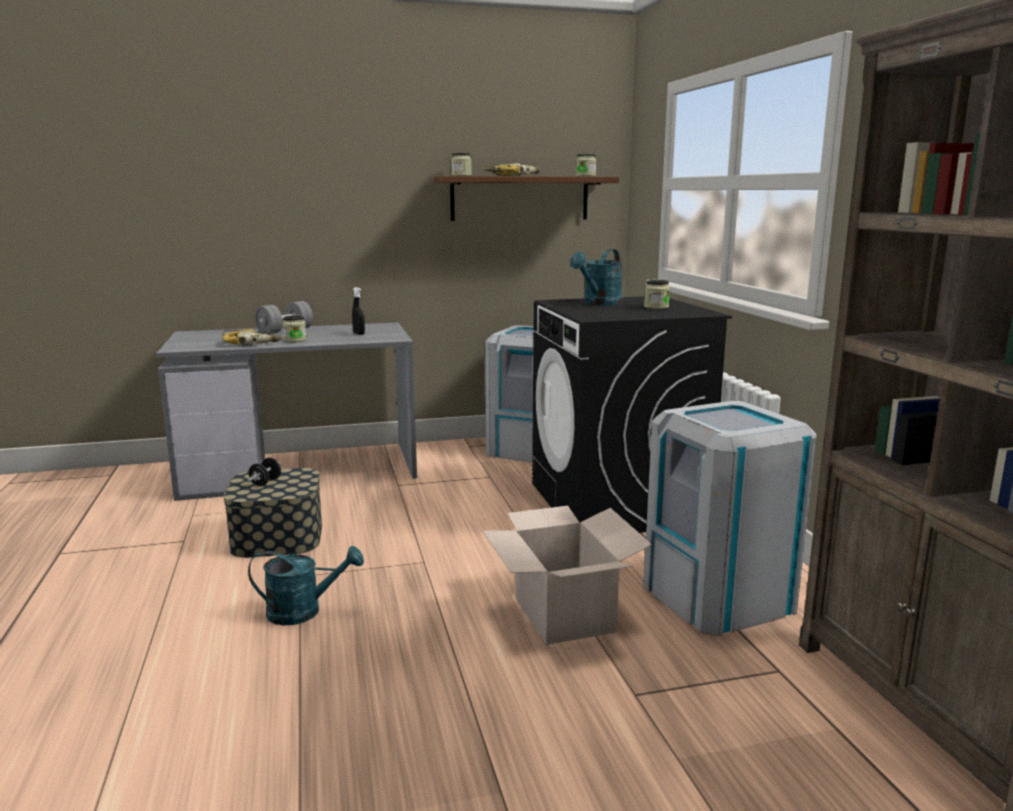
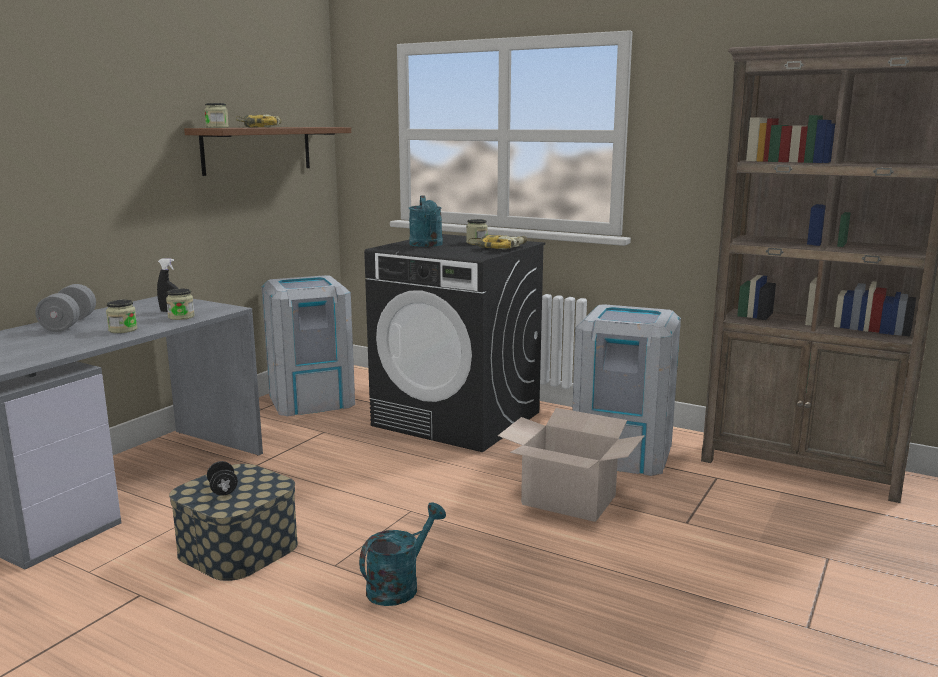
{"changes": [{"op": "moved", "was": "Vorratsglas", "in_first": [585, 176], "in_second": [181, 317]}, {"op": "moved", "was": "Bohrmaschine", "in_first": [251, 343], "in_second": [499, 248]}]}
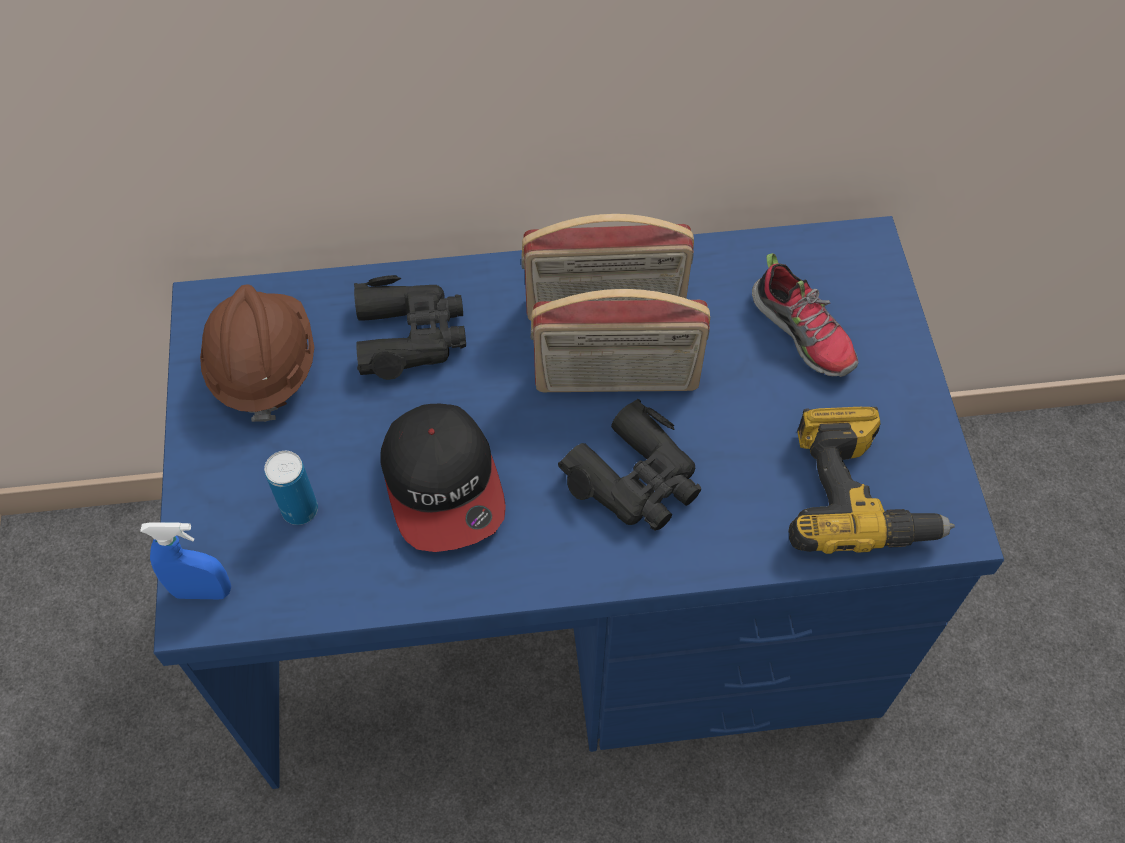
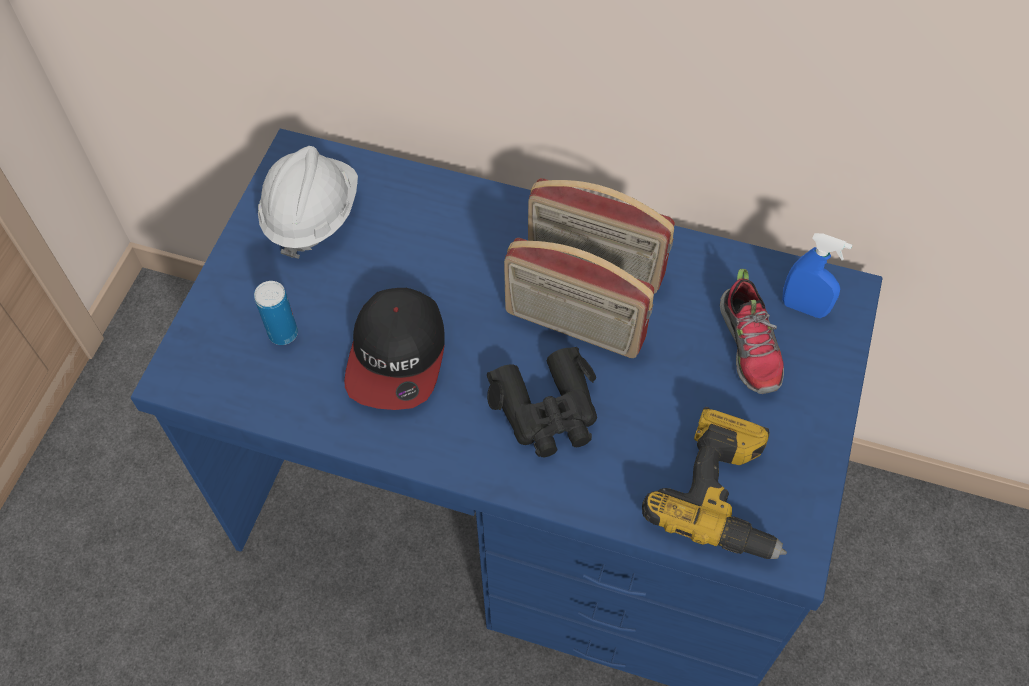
{"changes": [{"op": "removed", "was": "Fernglas [schwarz]", "in_first": [410, 335]}, {"op": "recoloured", "was": "Schutzhelm [braun]", "now": "Schutzhelm [weiß]", "in_first": [263, 366], "in_second": [311, 215]}, {"op": "moved", "was": "Sprühflasche [blau]", "in_first": [202, 591], "in_second": [804, 308]}]}
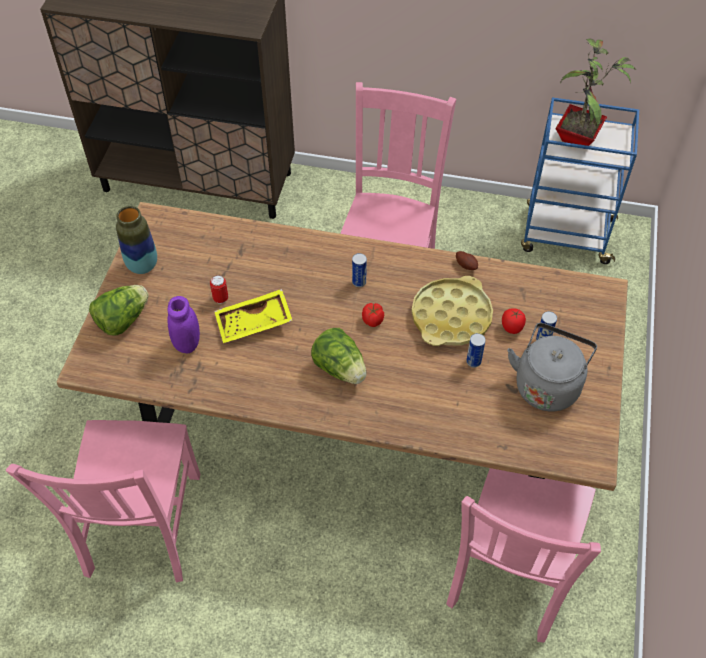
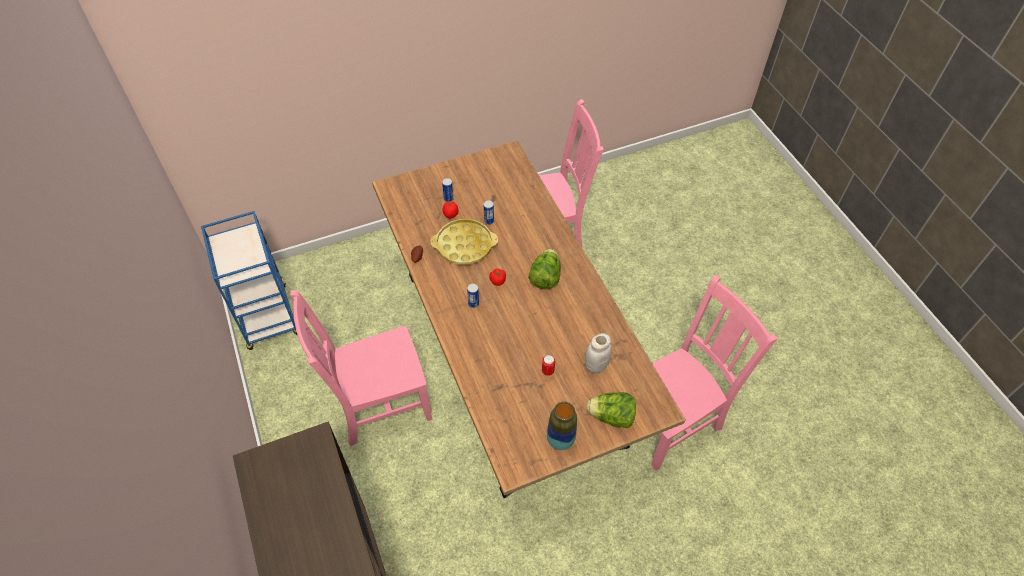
{"changes": [{"op": "removed", "was": "Topfpflanze", "in_first": [579, 139]}, {"op": "removed", "was": "Tablett [gelb]", "in_first": [254, 323]}, {"op": "recoloured", "was": "Vorratsglas [lila]", "now": "Vorratsglas [weiß]", "in_first": [187, 343], "in_second": [596, 365]}, {"op": "removed", "was": "Wasserkessel [grau]", "in_first": [547, 384]}]}
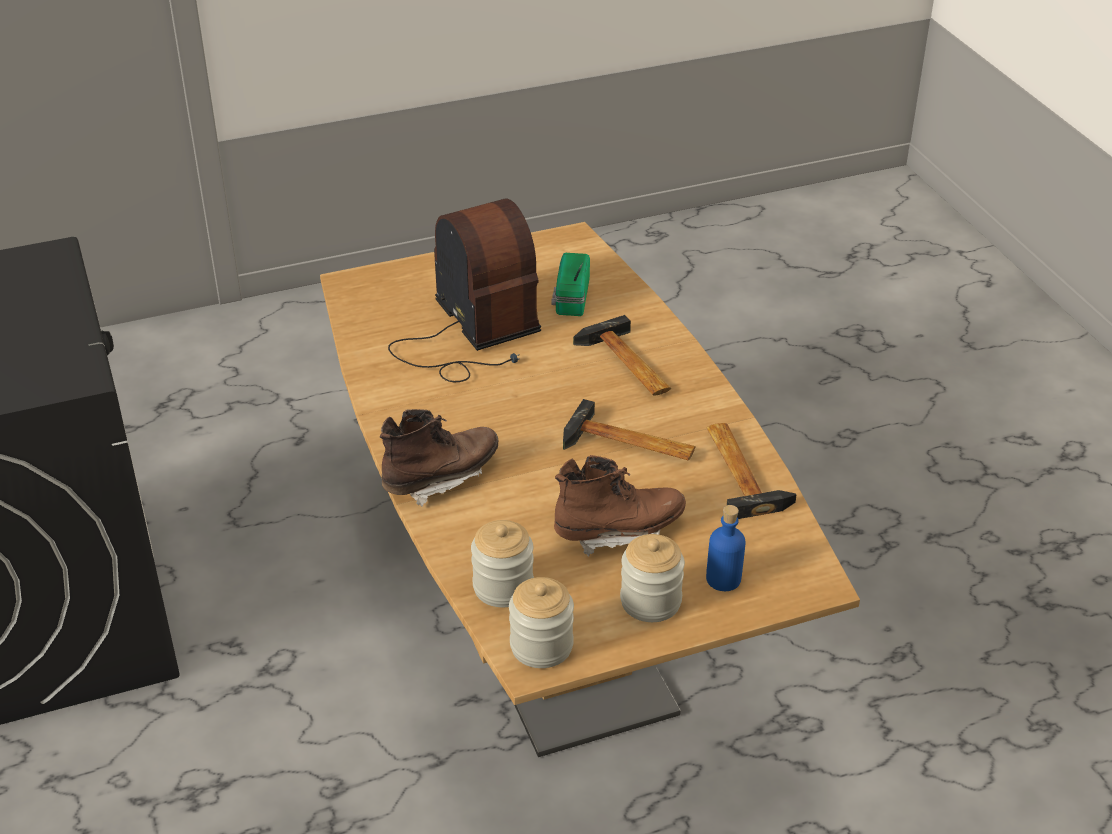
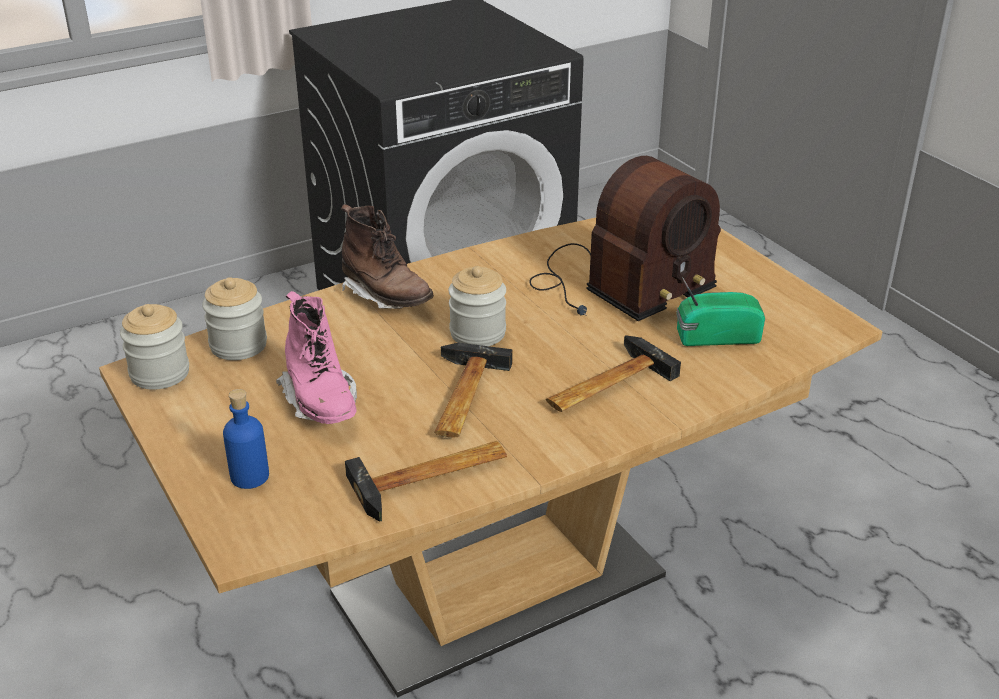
{"changes": [{"op": "recoloured", "was": "Stiefel [braun]", "now": "Stiefel [rosa]", "in_first": [618, 531], "in_second": [321, 402]}, {"op": "moved", "was": "Vorratsglas", "in_first": [650, 601], "in_second": [477, 333]}]}
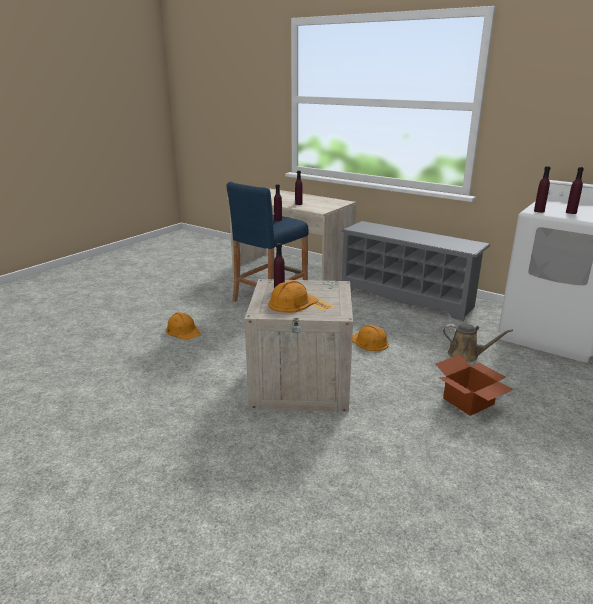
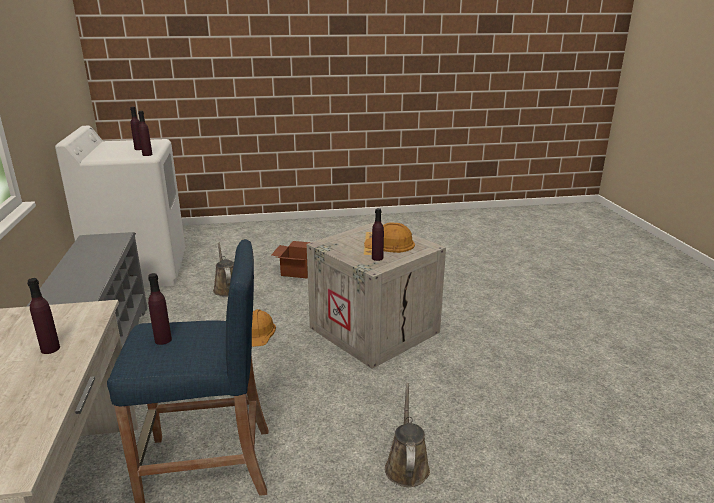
{"changes": [{"op": "replaced", "was": "Schutzhelm [orange]", "now": "Gießkanne [braun]", "in_first": [183, 330], "in_second": [406, 465]}]}
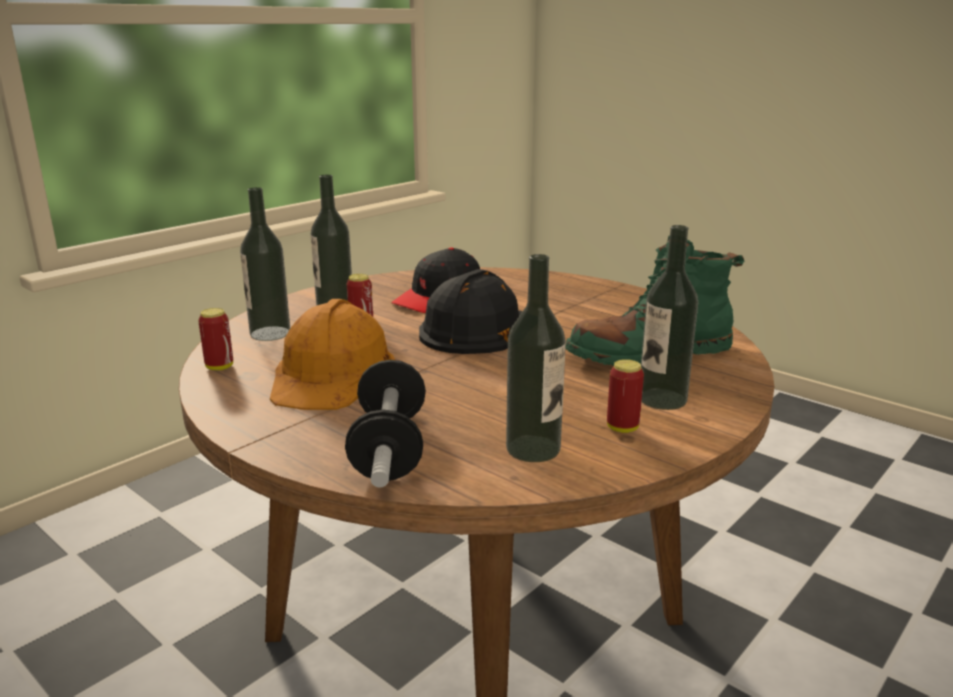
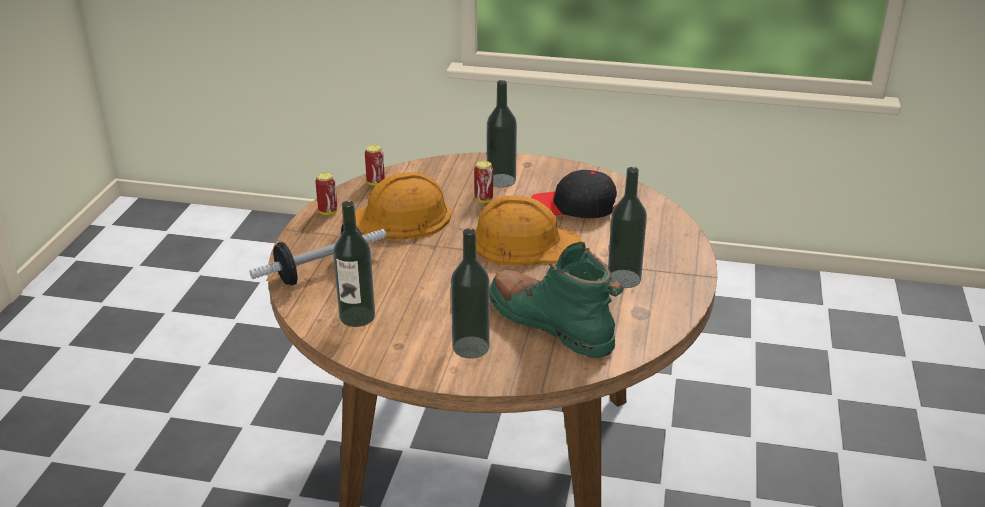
{"changes": [{"op": "moved", "was": "Flasche", "in_first": [270, 333], "in_second": [624, 279]}, {"op": "recoloured", "was": "Schutzhelm [schwarz]", "now": "Schutzhelm [orange]", "in_first": [478, 329], "in_second": [524, 243]}, {"op": "moved", "was": "Dose", "in_first": [622, 428], "in_second": [328, 212]}]}
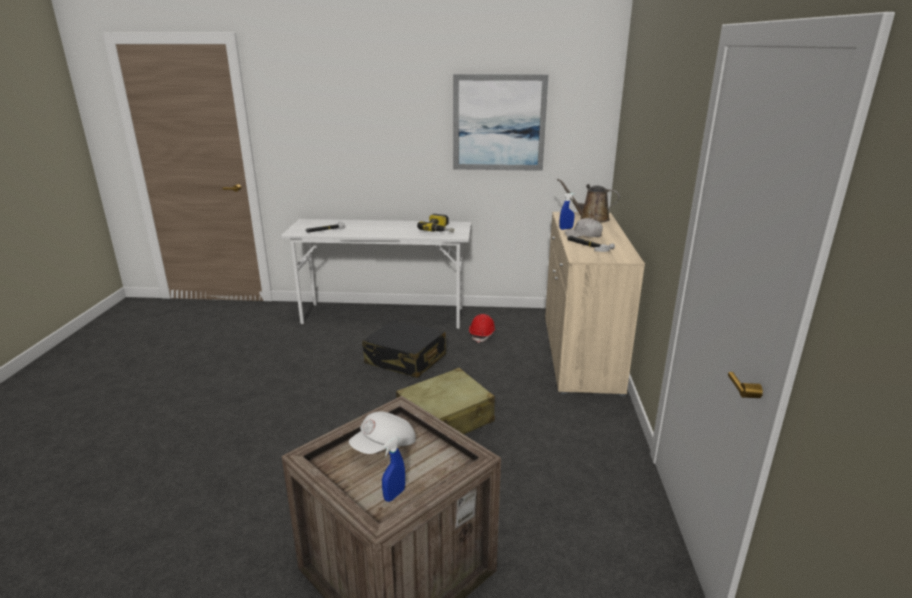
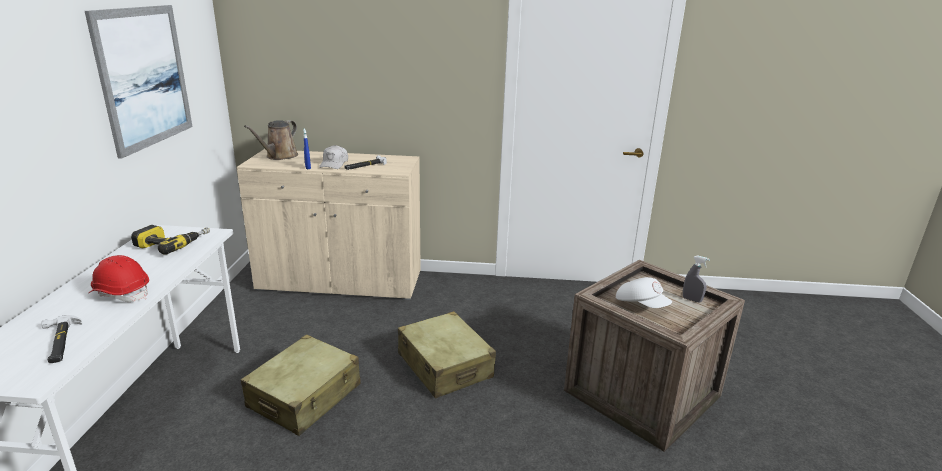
{"changes": [{"op": "moved", "was": "Schutzhelm [rot]", "in_first": [483, 335], "in_second": [121, 293]}, {"op": "recoloured", "was": "Koffer [schwarz]", "now": "Koffer [beige]", "in_first": [405, 359], "in_second": [305, 396]}, {"op": "recoloured", "was": "Sprühflasche [blau]", "now": "Sprühflasche [grau]", "in_first": [394, 495], "in_second": [692, 300]}]}
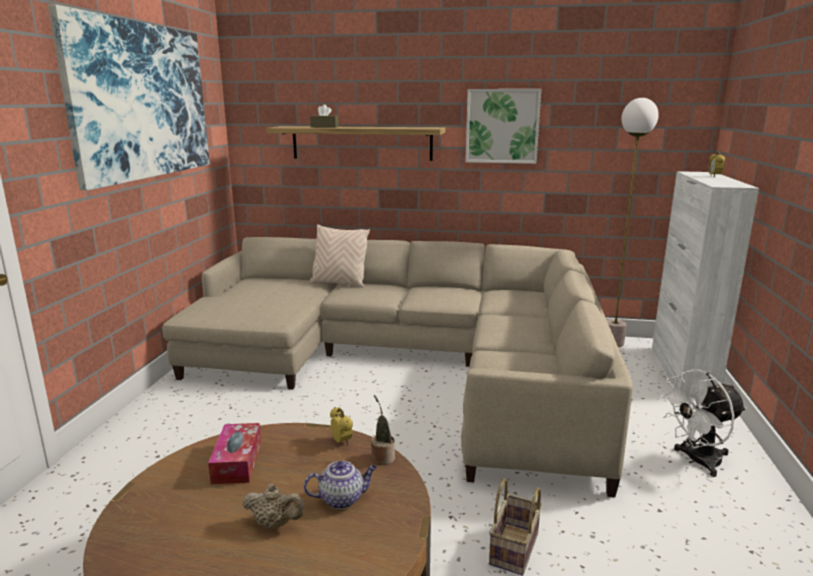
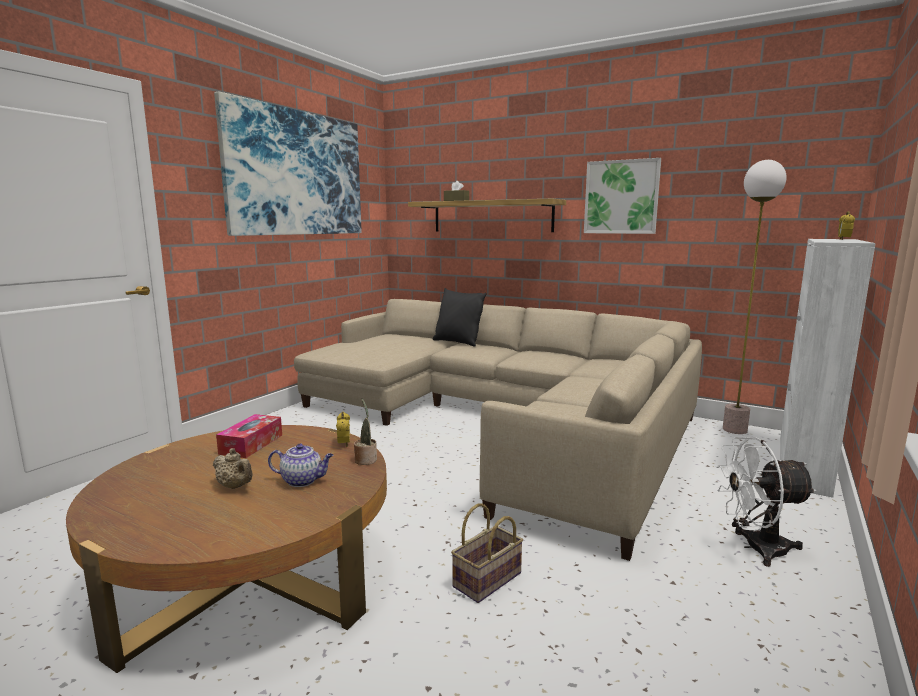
{"changes": [{"op": "recoloured", "was": "Kissen [beige]", "now": "Kissen [schwarz]", "in_first": [339, 283], "in_second": [457, 342]}]}
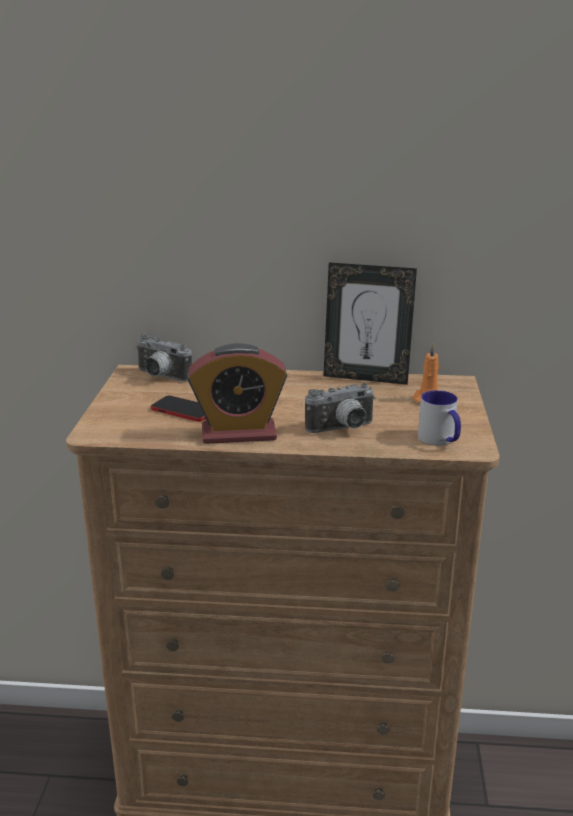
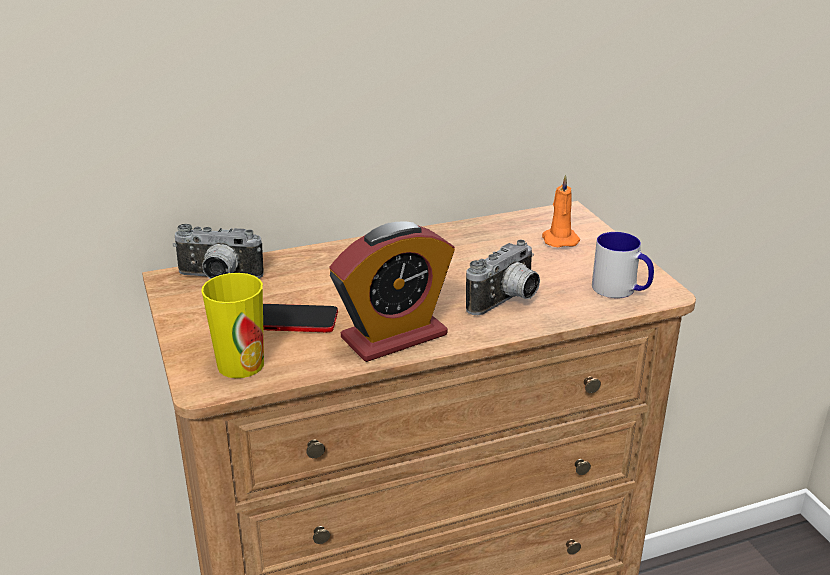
{"changes": [{"op": "removed", "was": "Bilderrahmen", "in_first": [366, 377]}, {"op": "added", "now": "Tasse", "in_second": [240, 364]}]}
